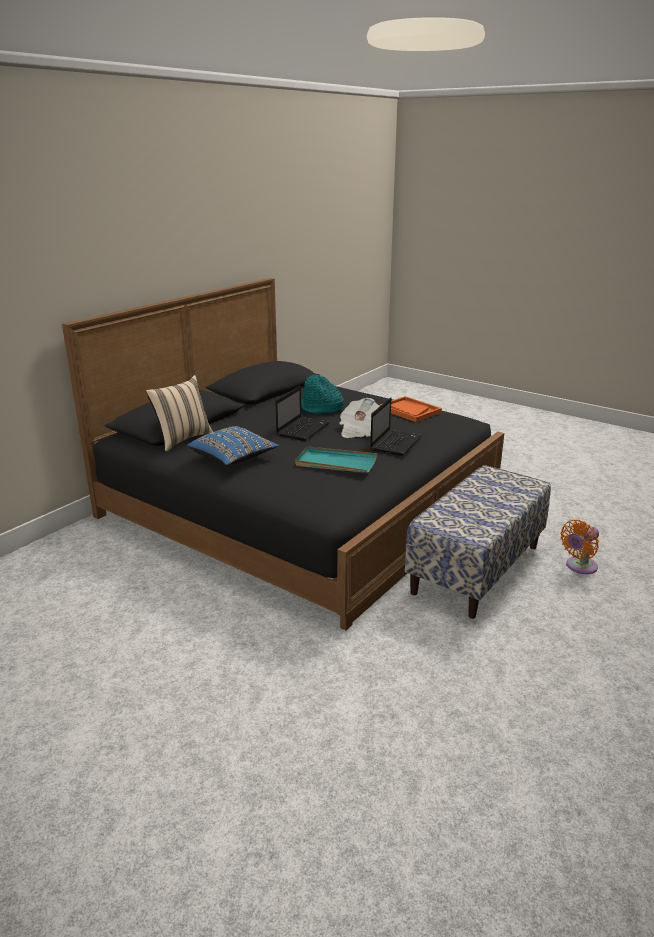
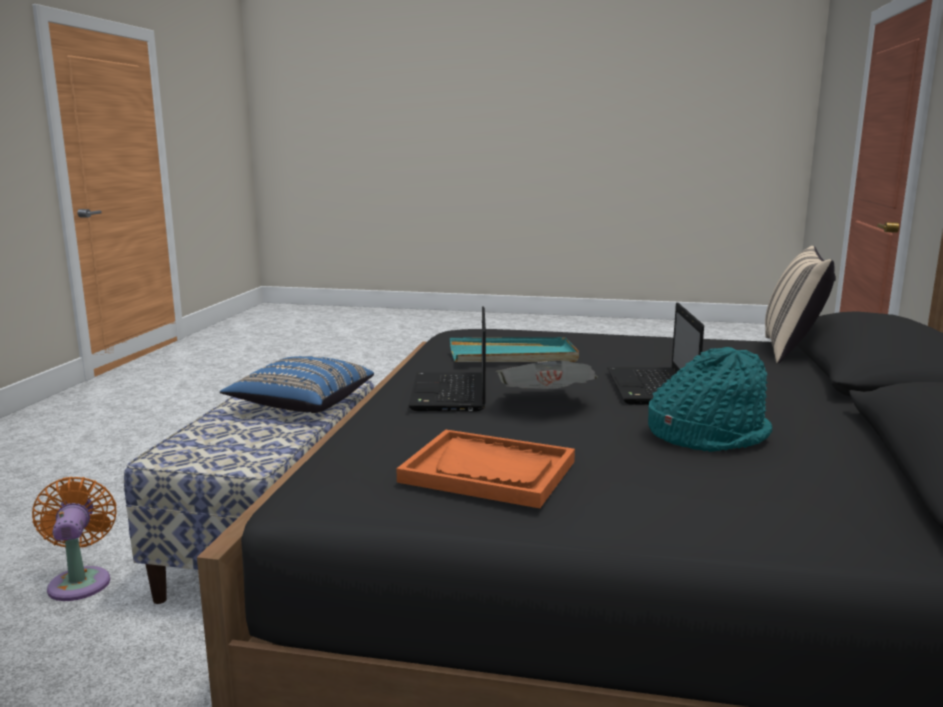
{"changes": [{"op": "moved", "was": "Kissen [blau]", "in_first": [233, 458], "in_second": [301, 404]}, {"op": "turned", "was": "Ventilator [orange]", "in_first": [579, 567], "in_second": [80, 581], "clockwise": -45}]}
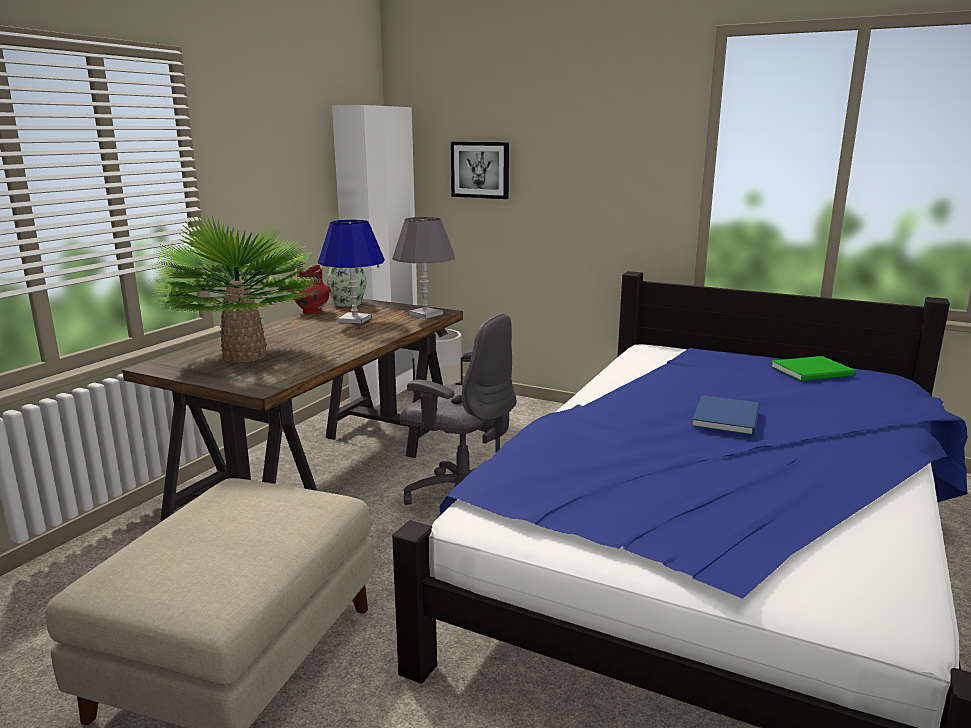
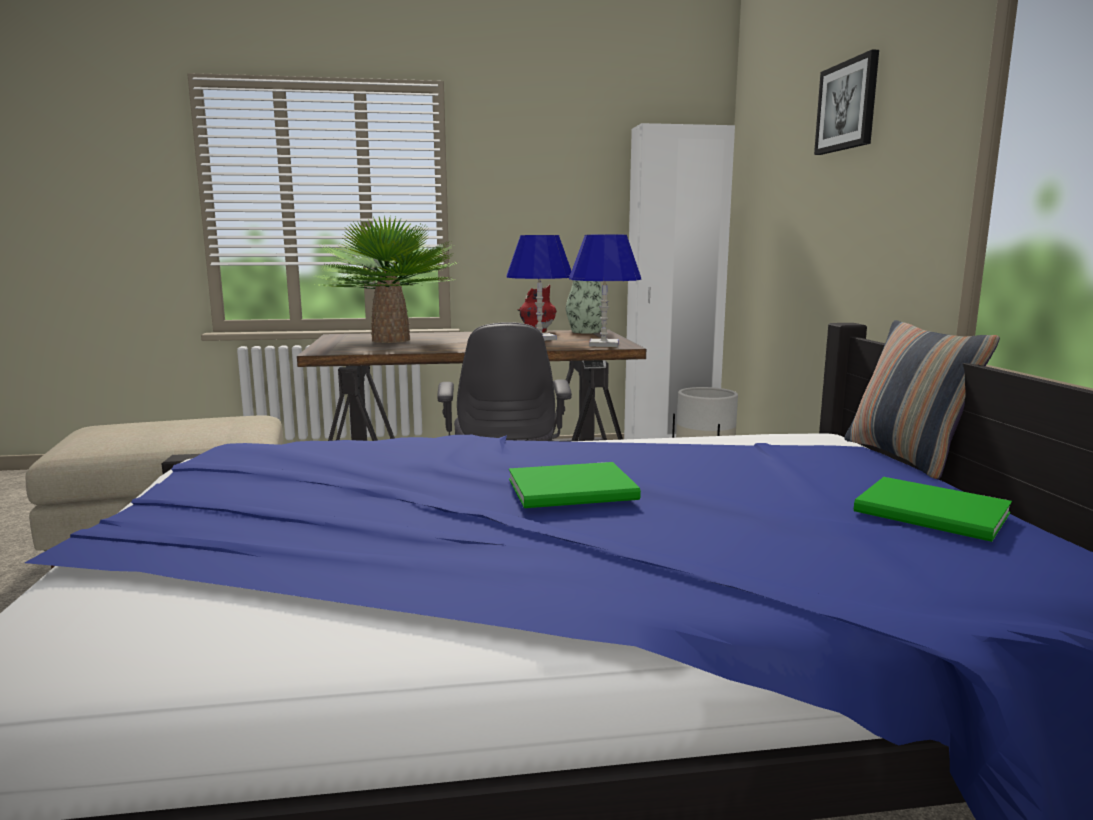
{"changes": [{"op": "moved", "was": "Bild", "in_first": [480, 170], "in_second": [847, 106]}, {"op": "recoloured", "was": "Tischlampe [grau]", "now": "Tischlampe [blau]", "in_first": [425, 314], "in_second": [603, 345]}, {"op": "recoloured", "was": "Buch [blau]", "now": "Buch [grün]", "in_first": [728, 417], "in_second": [576, 490]}, {"op": "added", "now": "Kissen", "in_second": [905, 457]}]}
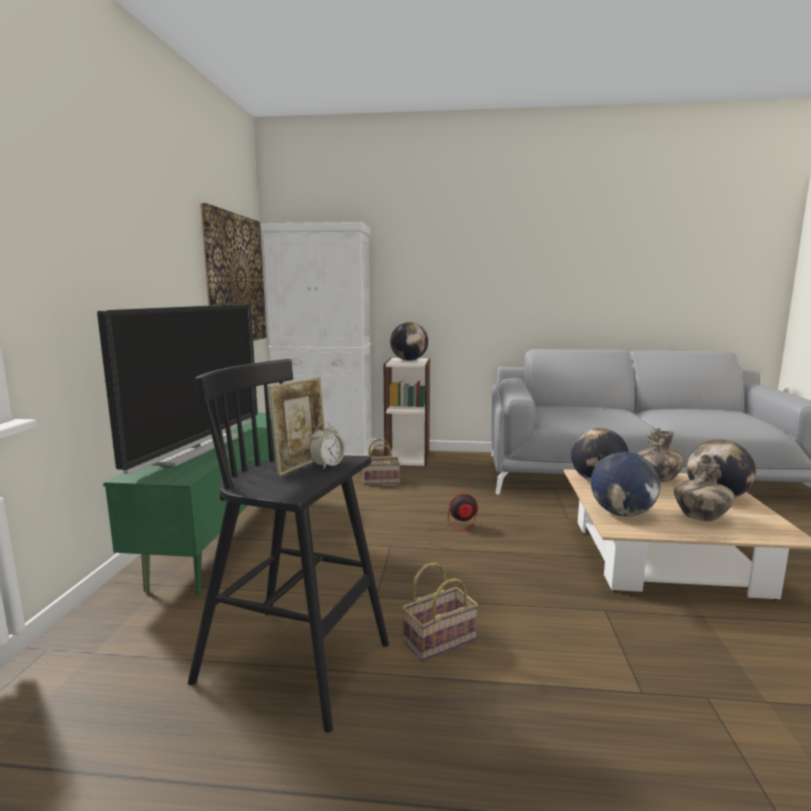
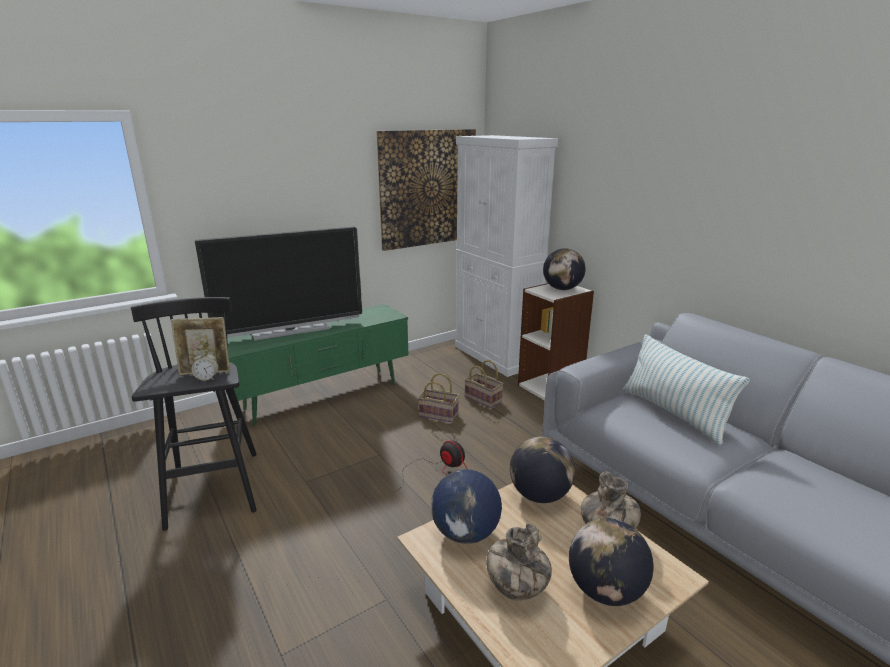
{"changes": [{"op": "moved", "was": "Korb", "in_first": [440, 639], "in_second": [439, 414]}, {"op": "added", "now": "Kissen", "in_second": [673, 413]}]}
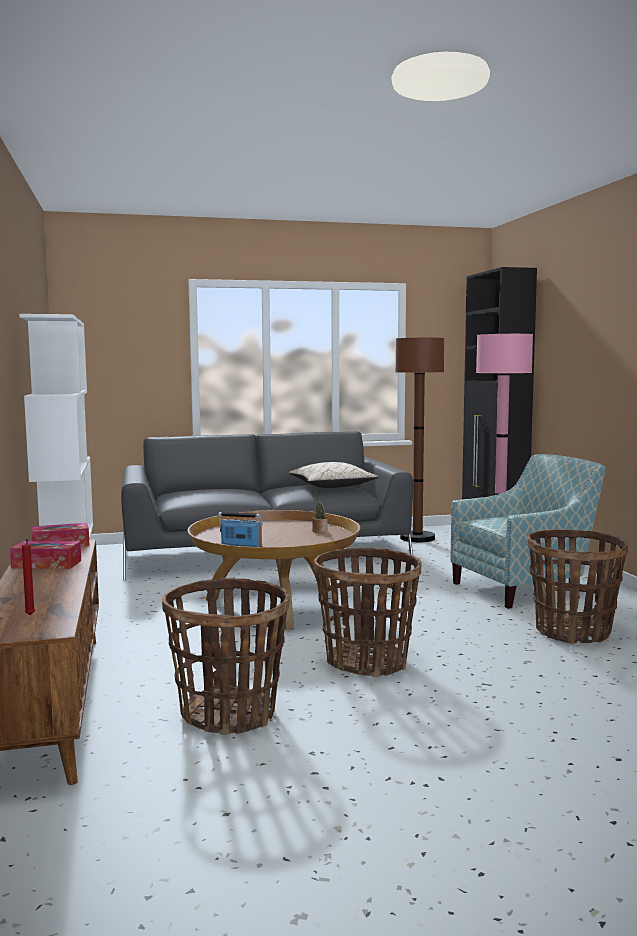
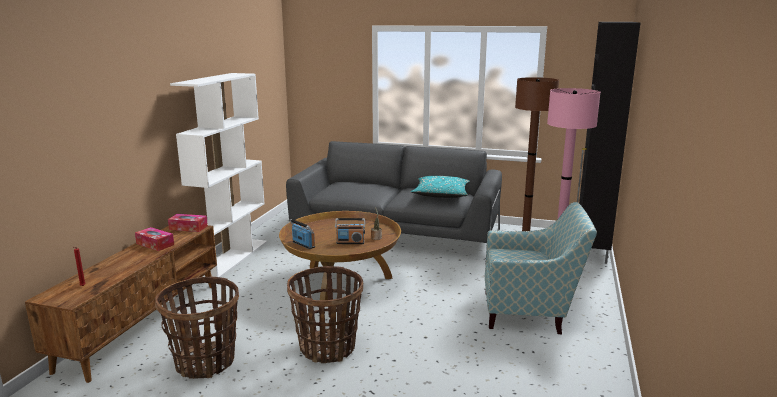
{"changes": [{"op": "recoloured", "was": "Kissen [beige]", "now": "Kissen [türkis]", "in_first": [332, 486], "in_second": [441, 195]}, {"op": "removed", "was": "Korb", "in_first": [573, 632]}, {"op": "added", "now": "Radio", "in_second": [350, 242]}]}
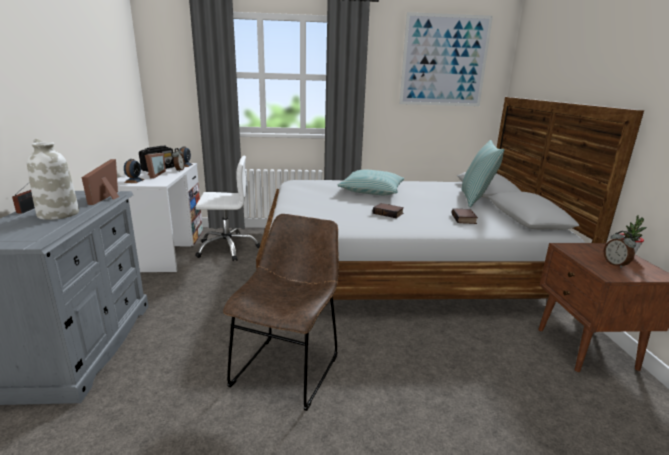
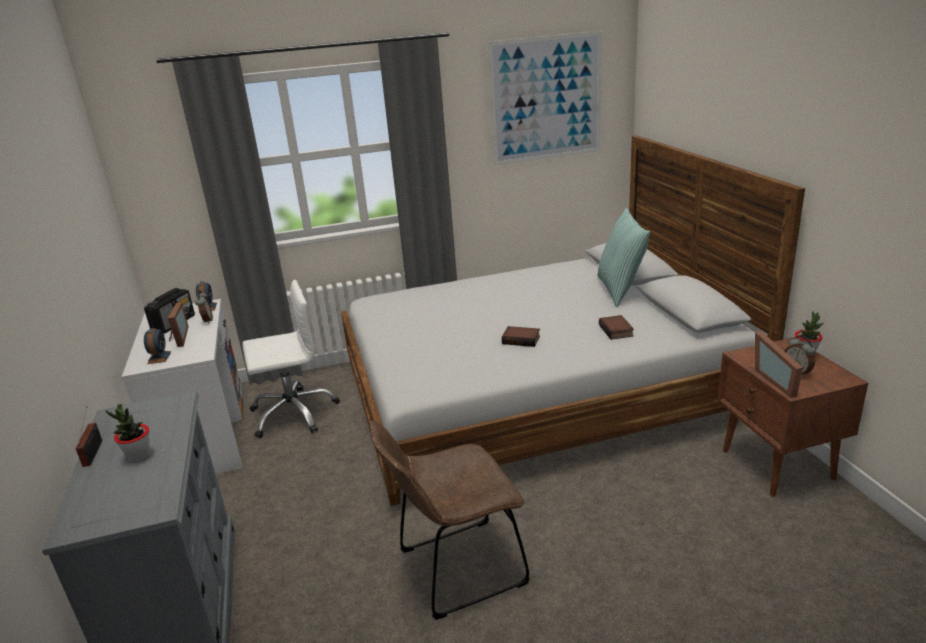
{"changes": [{"op": "replaced", "was": "Vase [weiß]", "now": "Topfpflanze", "in_first": [57, 214], "in_second": [139, 456]}, {"op": "moved", "was": "Bilderrahmen", "in_first": [110, 197], "in_second": [778, 380]}, {"op": "removed", "was": "Kissen", "in_first": [372, 190]}, {"op": "turned", "was": "Stuhl [braun]", "in_first": [288, 367], "in_second": [456, 570], "clockwise": -120}]}
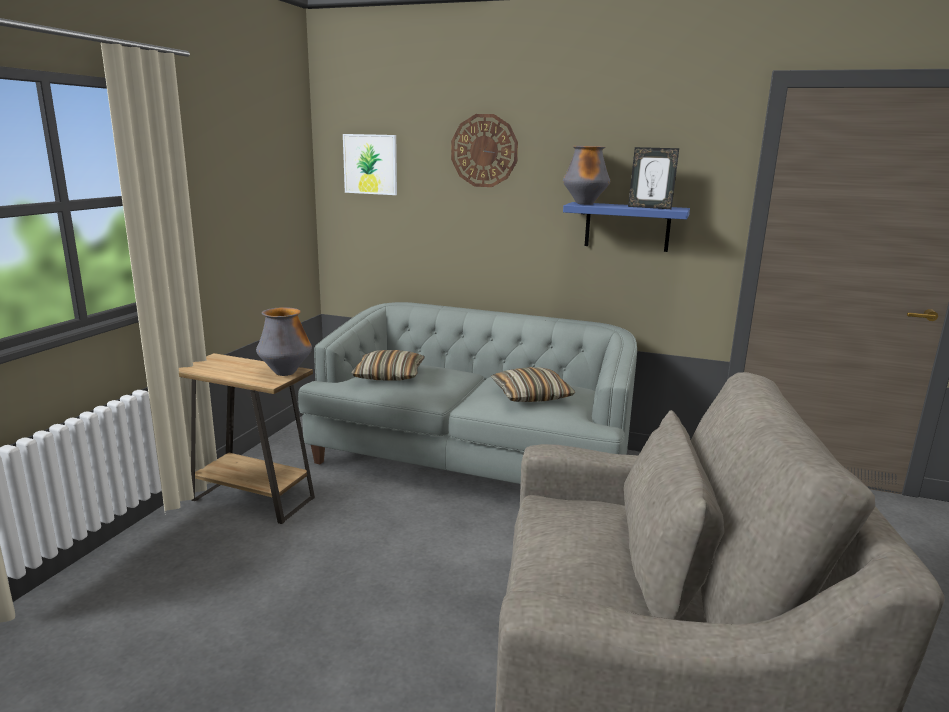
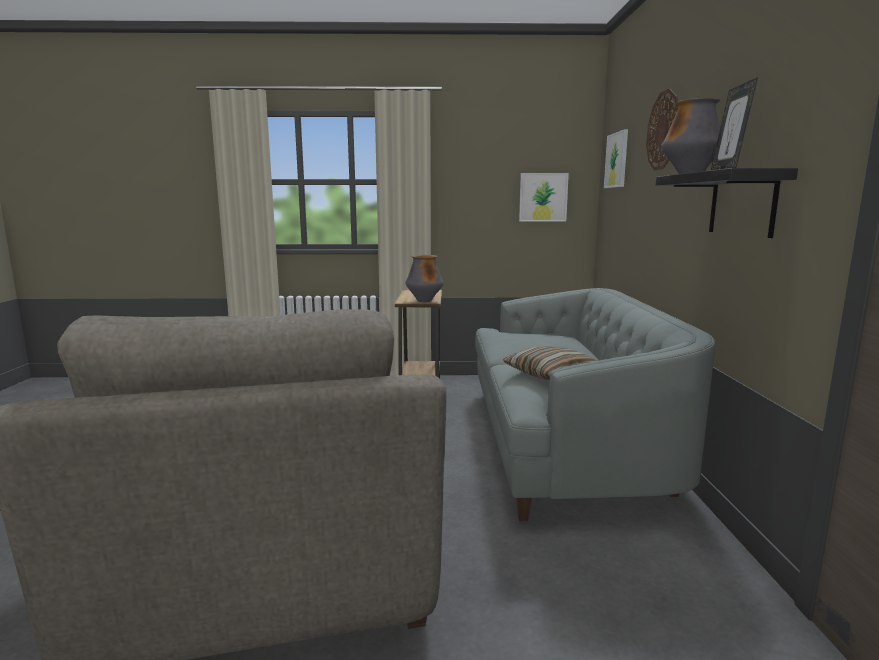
{"changes": [{"op": "recoloured", "was": "Wandregal [blau]", "now": "Wandregal [schwarz]", "in_first": [627, 227], "in_second": [742, 204]}, {"op": "removed", "was": "Kissen", "in_first": [389, 375]}, {"op": "added", "now": "Bild", "in_second": [543, 197]}]}
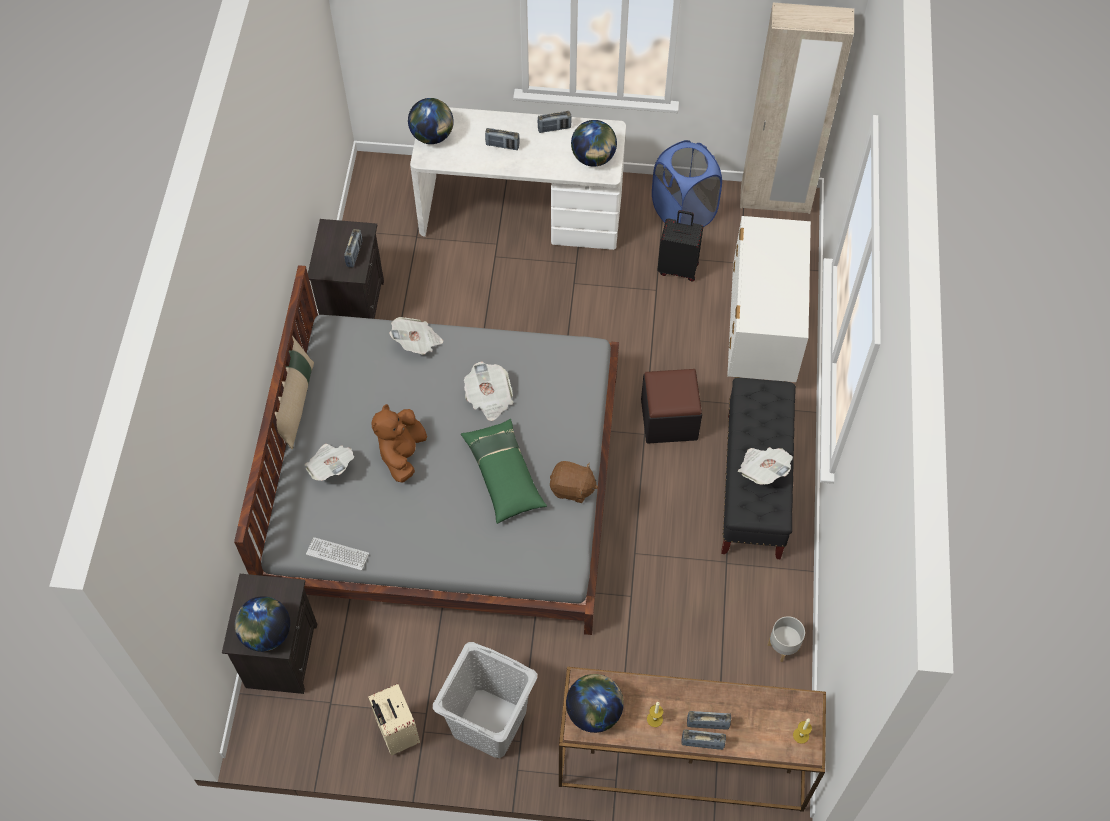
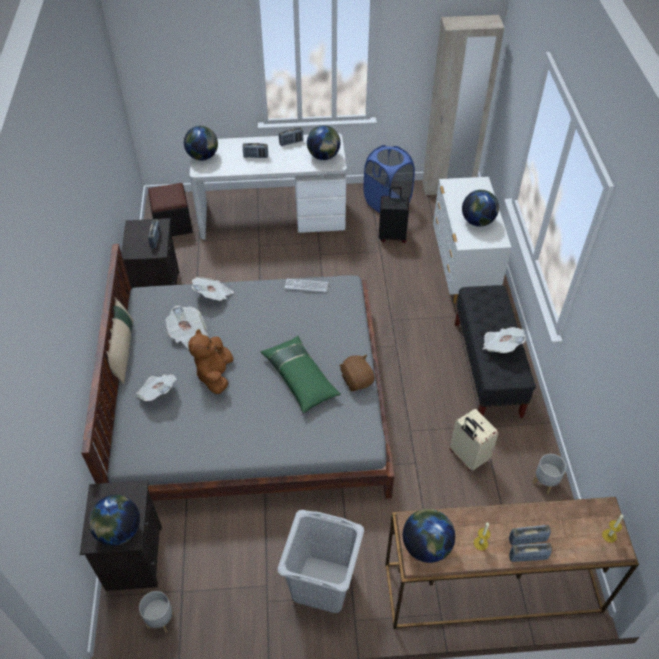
{"changes": [{"op": "moved", "was": "Zeitung", "in_first": [489, 398], "in_second": [188, 334]}, {"op": "moved", "was": "Polsterhocker [schwarz]", "in_first": [669, 419], "in_second": [173, 224]}, {"op": "turned", "was": "Plüschtier [braun]", "in_first": [572, 488], "in_second": [357, 380], "clockwise": -120}, {"op": "moved", "was": "Tastatur", "in_first": [337, 554], "in_second": [306, 286]}, {"op": "moved", "was": "Koffer [beige]", "in_first": [396, 732], "in_second": [467, 456]}, {"op": "added", "now": "Globus", "in_second": [478, 221]}, {"op": "added", "now": "Pflanzkübel [grau]", "in_second": [160, 620]}]}
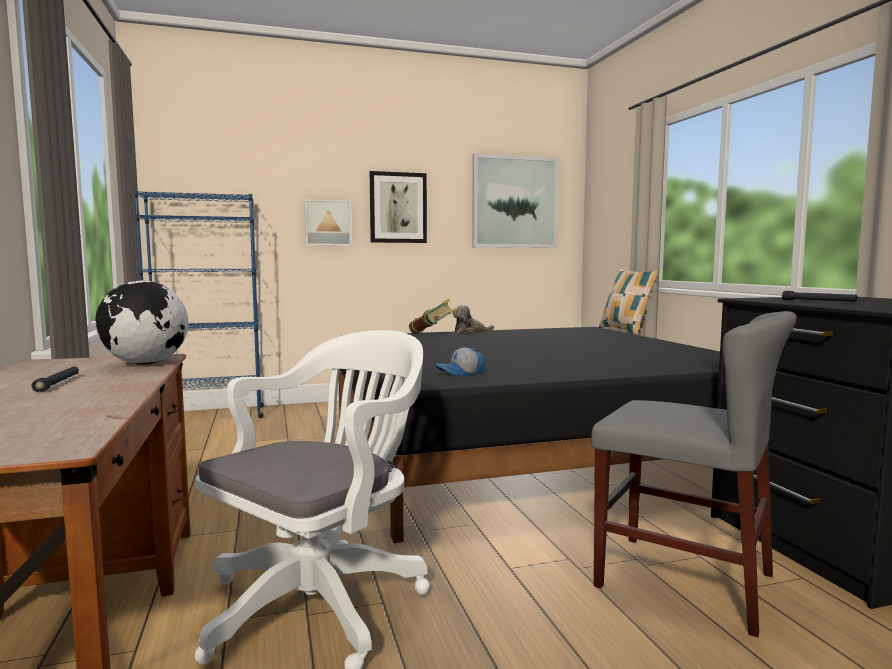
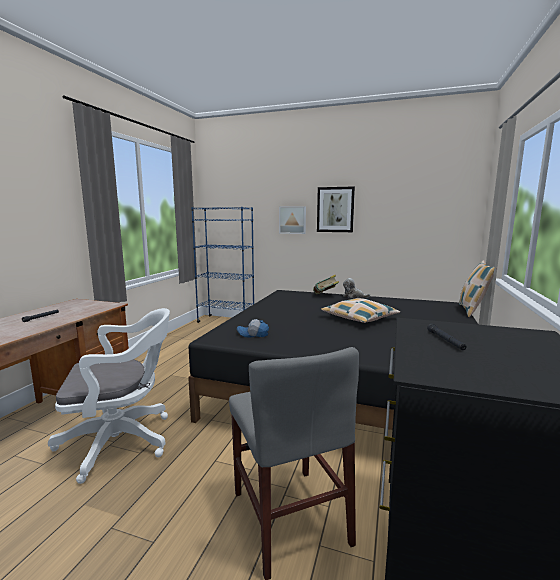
{"changes": [{"op": "removed", "was": "Bild", "in_first": [514, 202]}, {"op": "removed", "was": "Globus", "in_first": [145, 364]}, {"op": "added", "now": "Kissen", "in_second": [359, 318]}]}
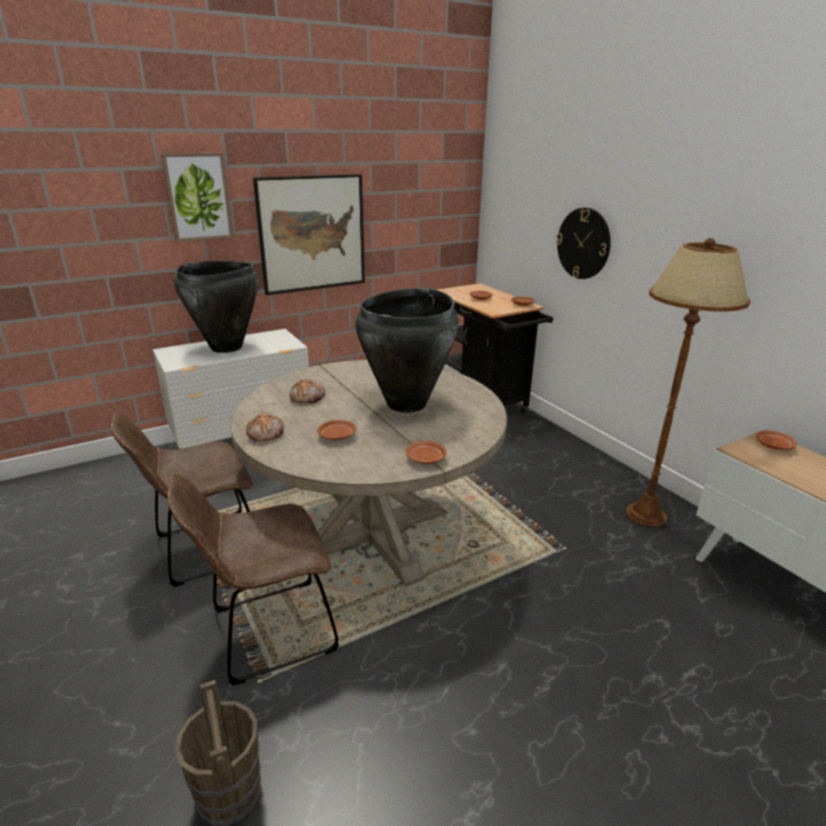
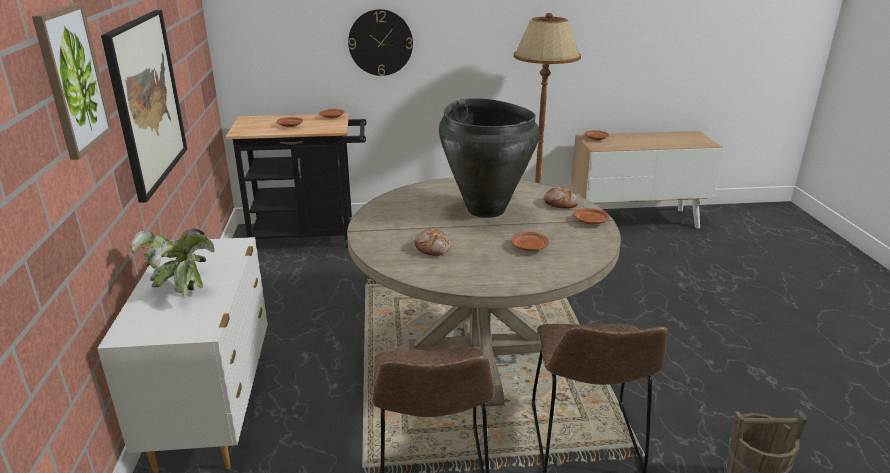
{"changes": [{"op": "replaced", "was": "Vase [schwarz]", "now": "Topfpflanze", "in_first": [226, 347], "in_second": [182, 287]}, {"op": "moved", "was": "Brot", "in_first": [266, 433], "in_second": [560, 204]}]}
